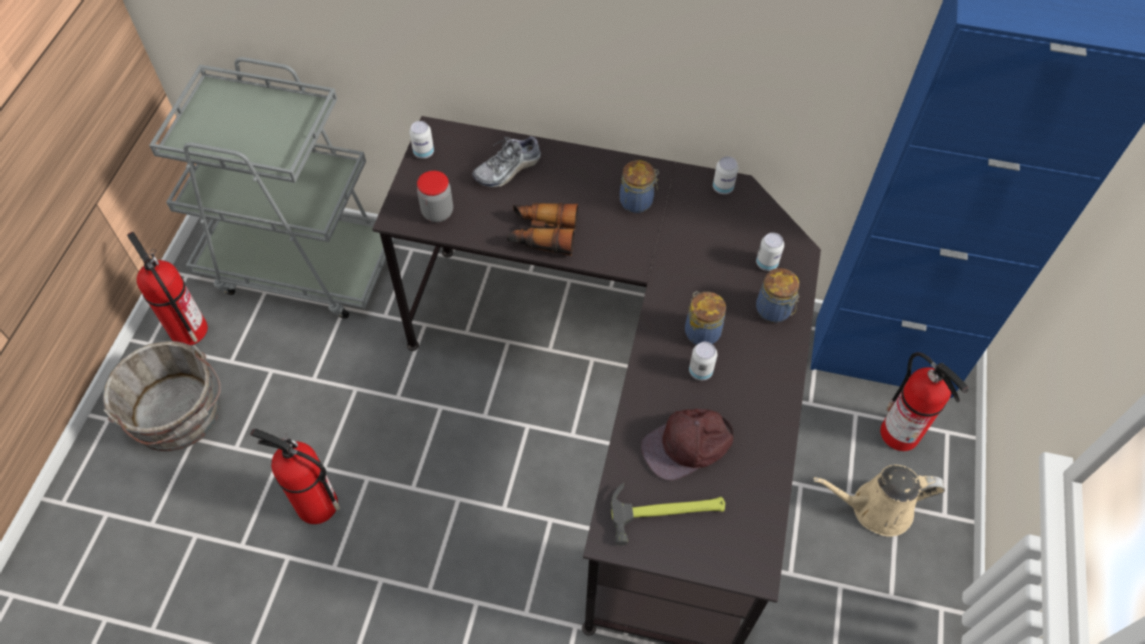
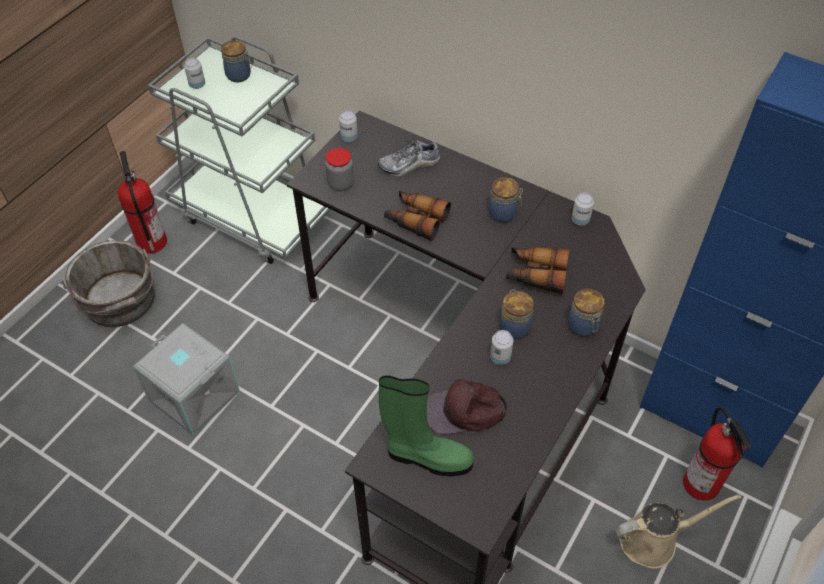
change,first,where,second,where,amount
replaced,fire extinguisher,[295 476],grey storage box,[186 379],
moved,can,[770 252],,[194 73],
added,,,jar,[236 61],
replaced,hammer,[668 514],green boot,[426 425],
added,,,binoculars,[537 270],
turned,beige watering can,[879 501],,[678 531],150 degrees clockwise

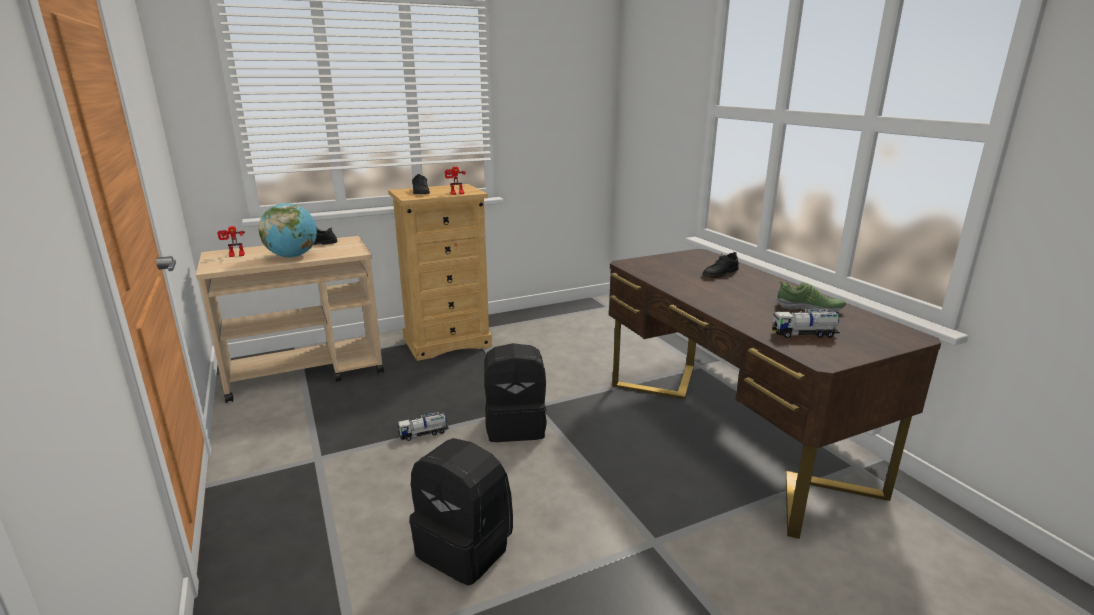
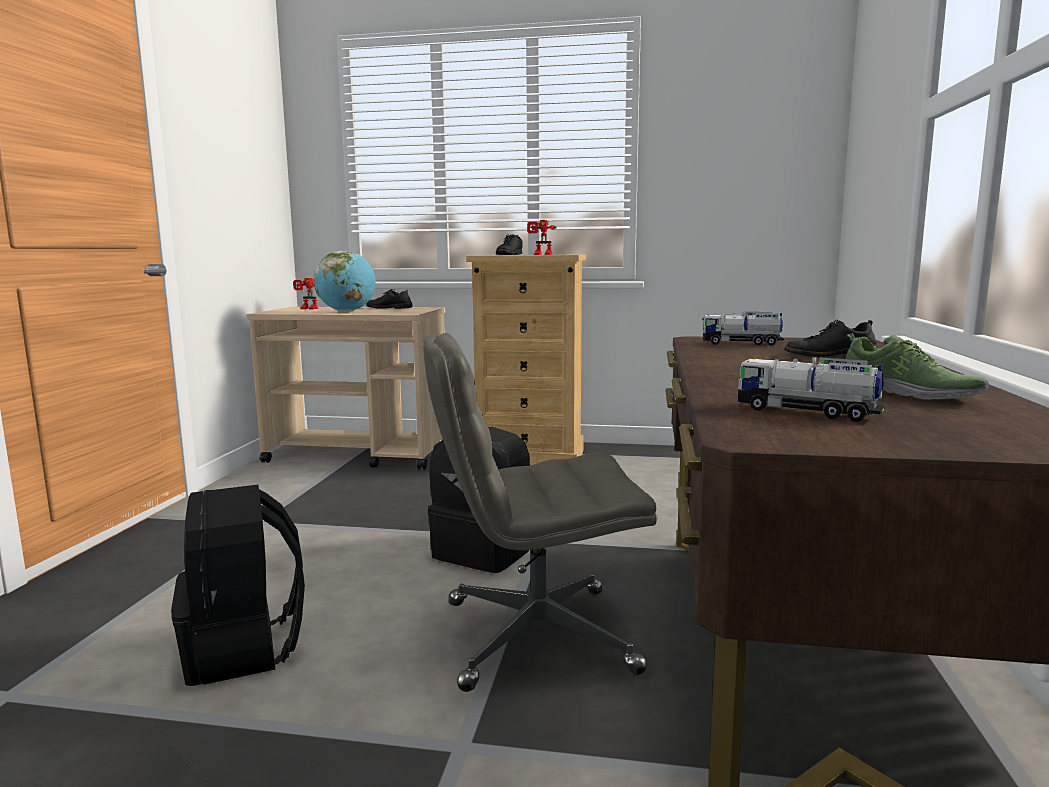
change,first,where,second,where,amount
added,,,grey office chair,[540 512],
moved,toy truck,[423 426],,[743 329],

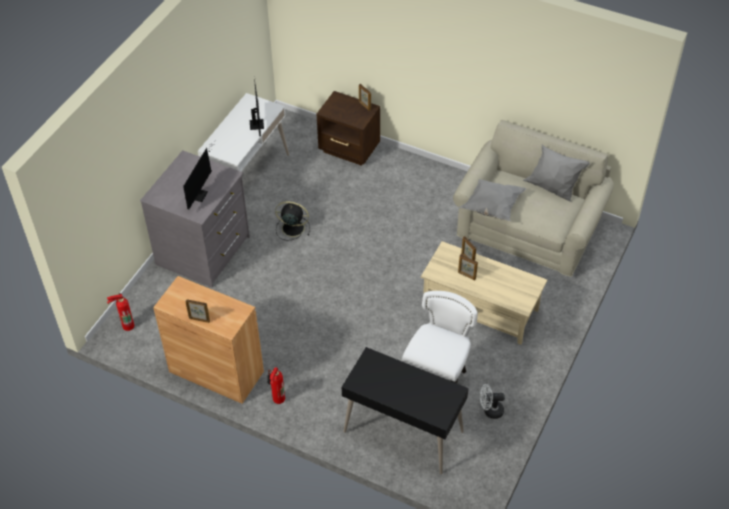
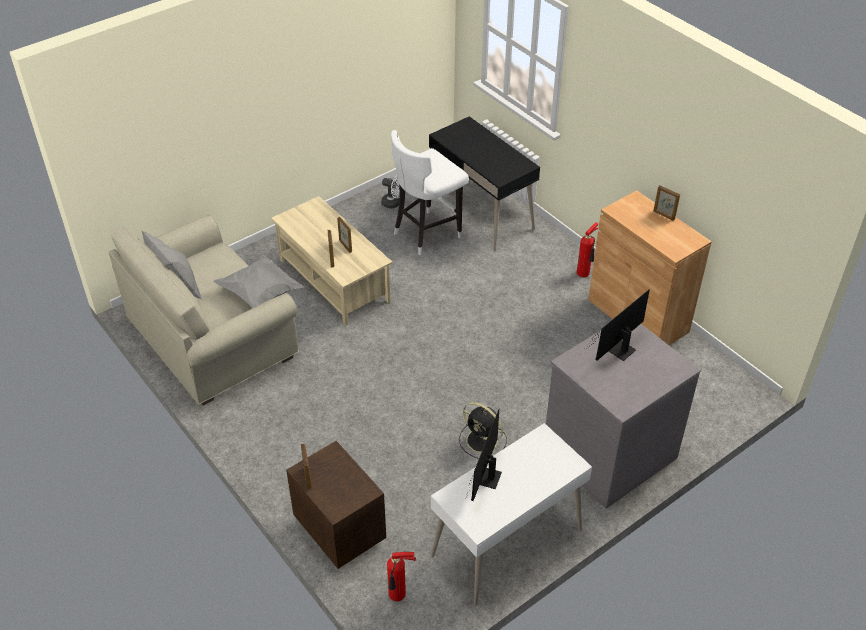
change,first,where,second,where,amount
moved,fire extinguisher,[120 312],,[401 576],

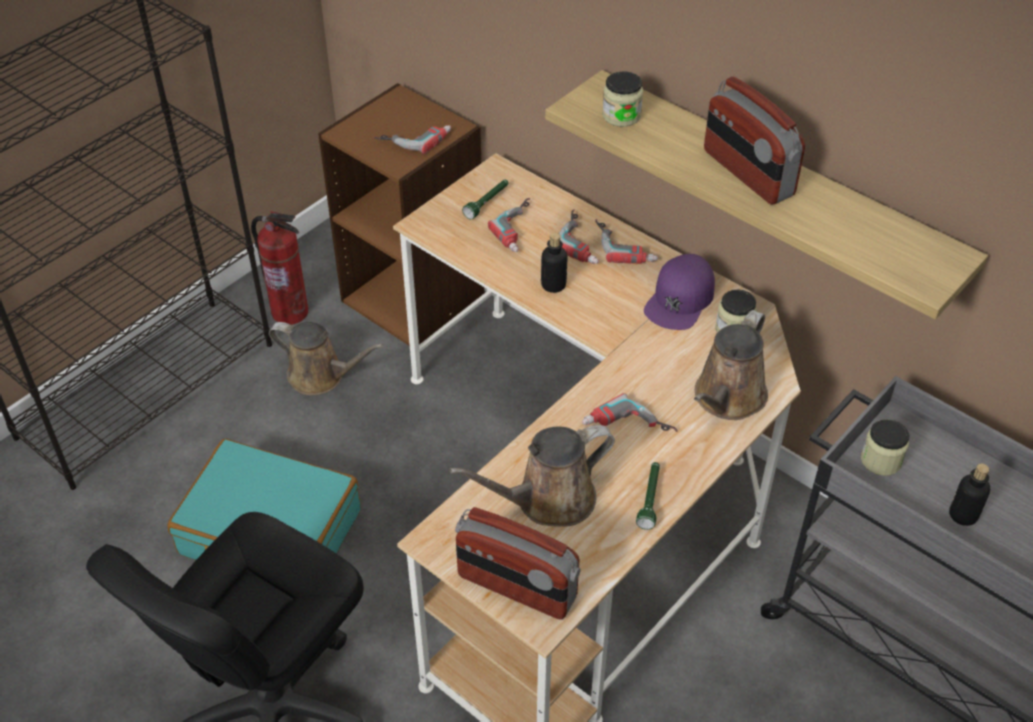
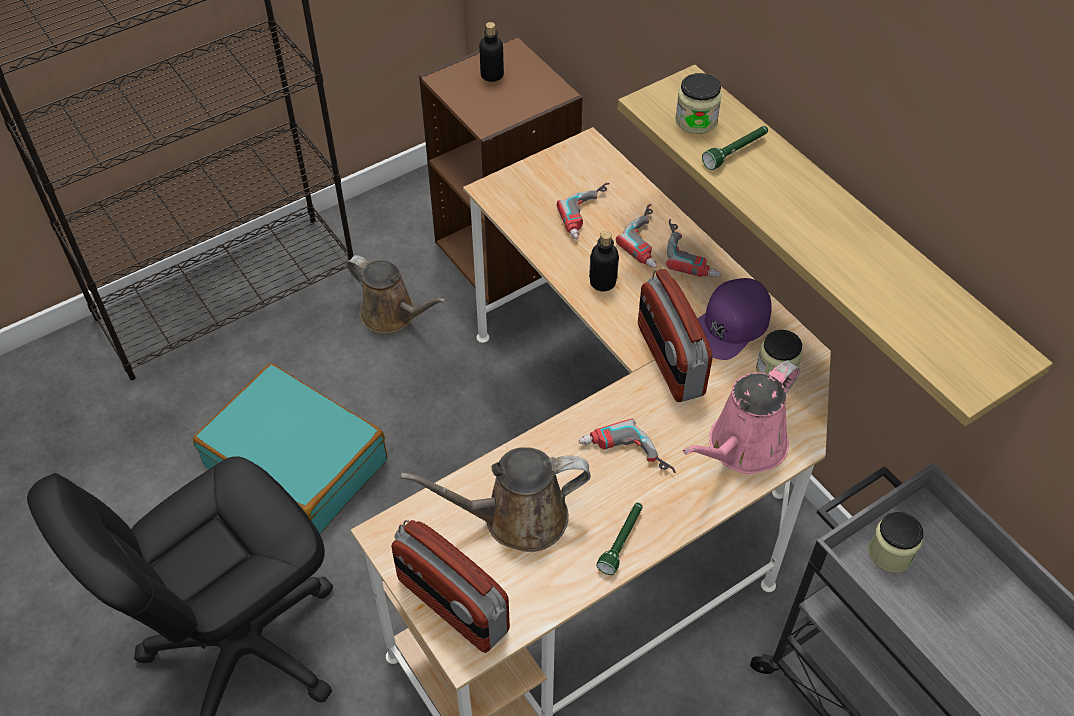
change,first,where,second,where,amount
moved,bottle,[969 495],,[491 52],
moved,radio,[754 141],,[675 335],
recoloured,brown watering can,[731 365],pink watering can,[741 417],
moved,green flashlight,[485 199],,[735 148],
removed,fire extinguisher,[279 268],,,
removed,power drill,[412 139],,,

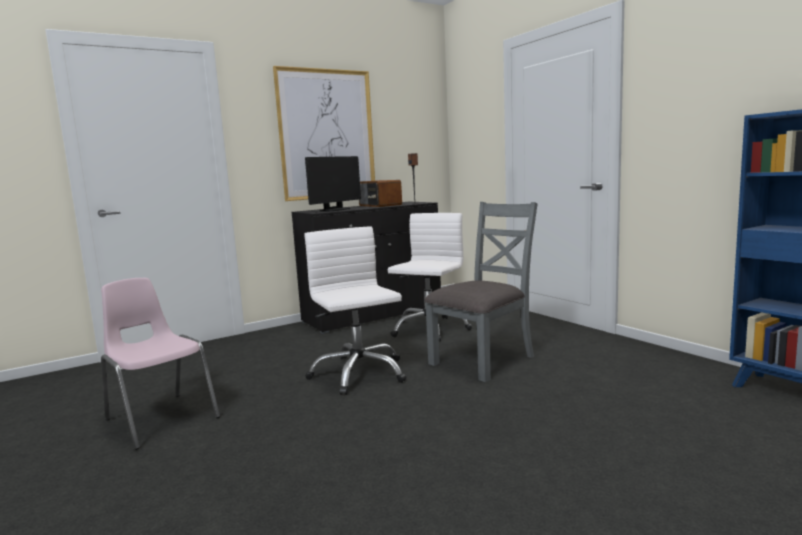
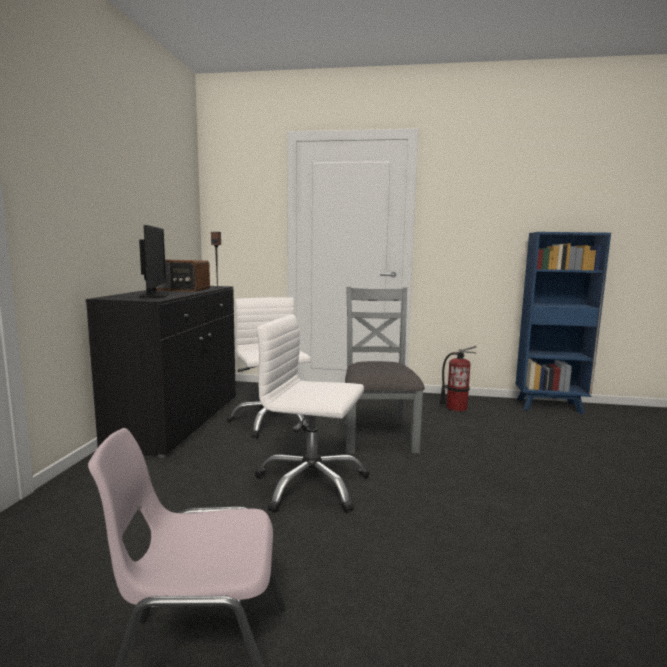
change,first,where,second,where,amount
added,,,fire extinguisher,[458 379],
removed,picture,[324 133],,,

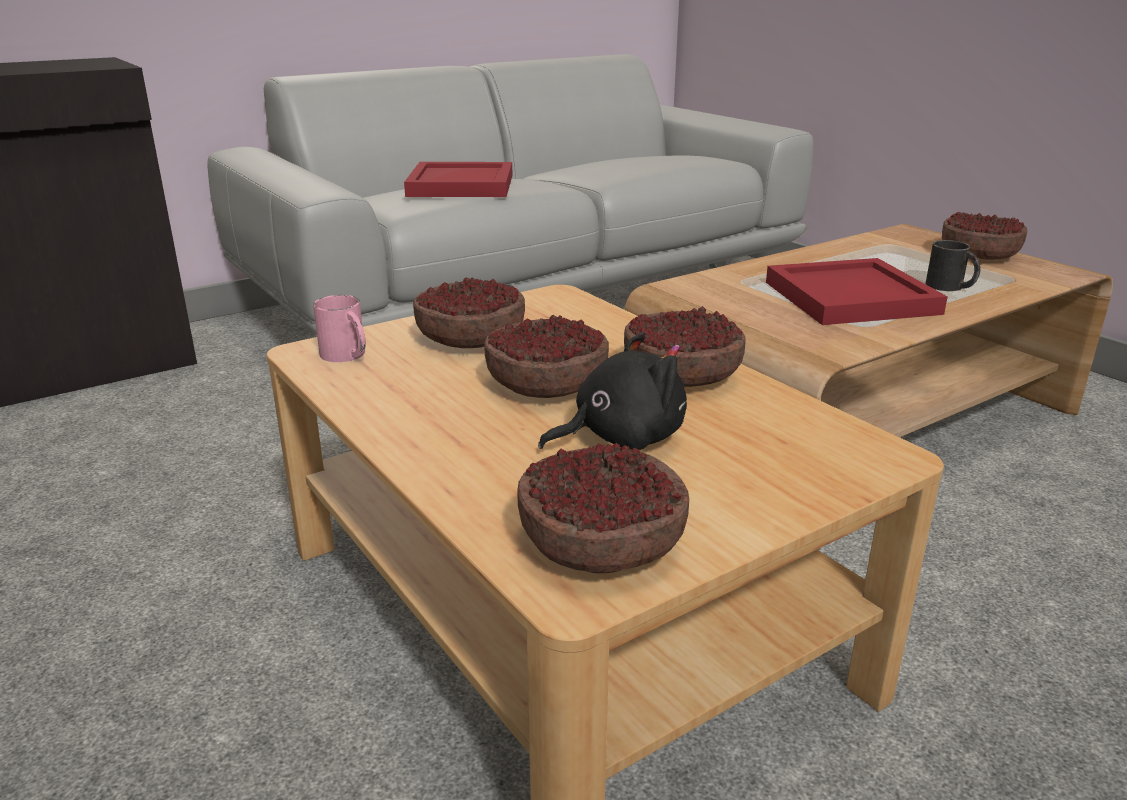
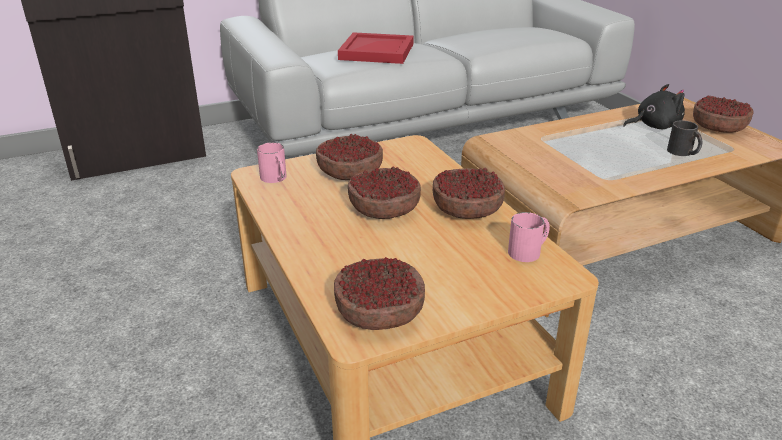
change,first,where,second,where,amount
added,,,pink mug,[529 237],
moved,black plush toy,[612 391],,[654 106],
removed,red tray,[857 291],,,

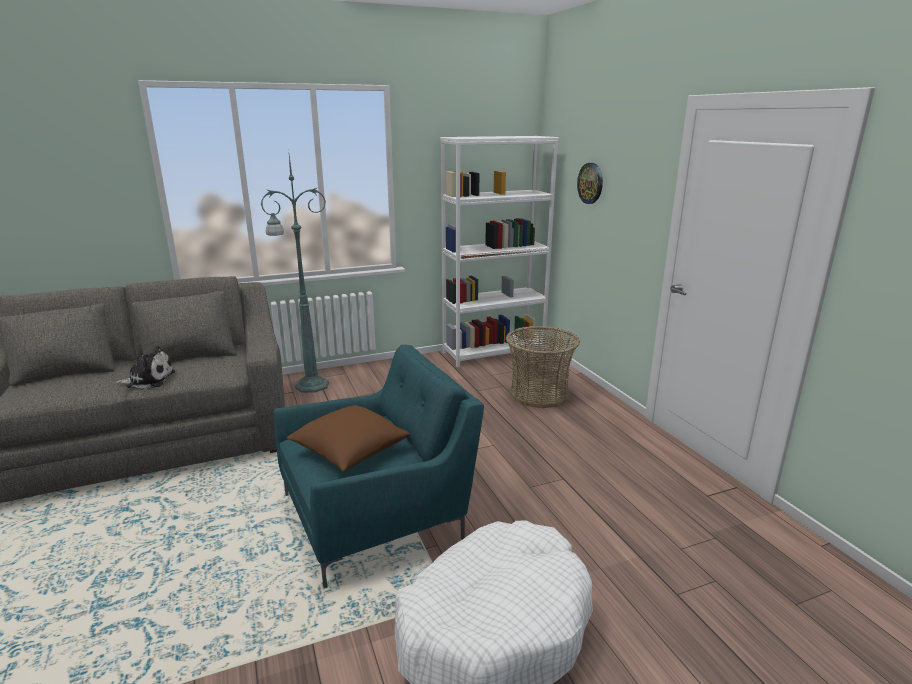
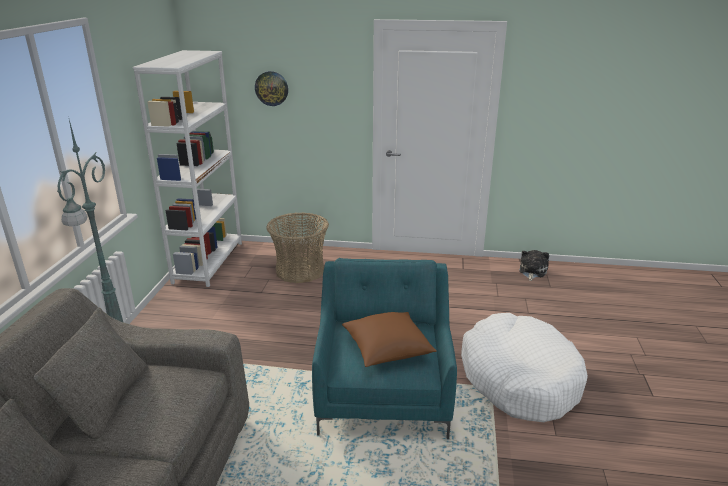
change,first,where,second,where,amount
moved,plush toy,[145 367],,[534 265],

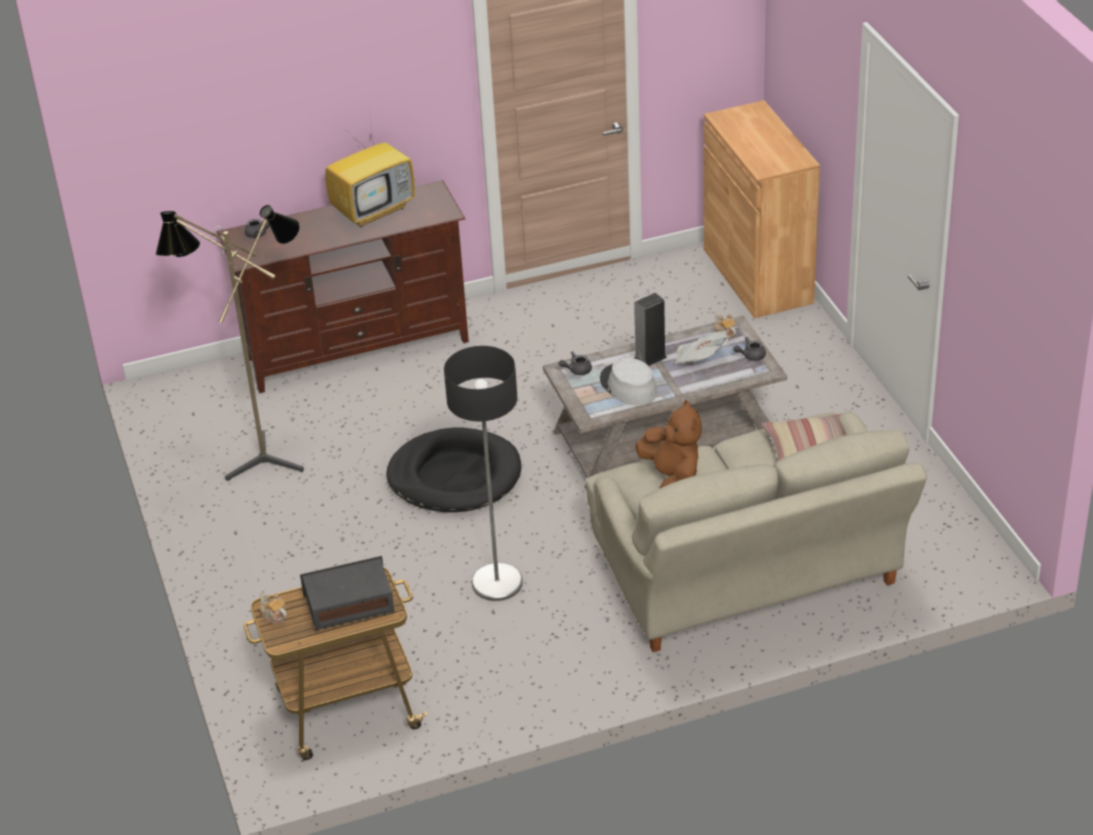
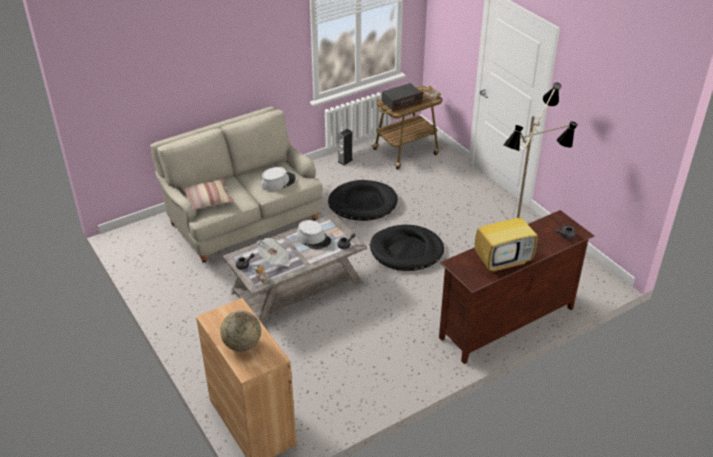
change,first,where,second,where,amount
added,,,globe,[240 331],
replaced,brown plush toy,[669 444],grey hat,[278 179],
replaced,floor lamp,[483 473],black dog bed,[363 200],
moved,speaker,[650 329],,[345 147],
turned,television,[370 171],,[506 234],150 degrees counterclockwise

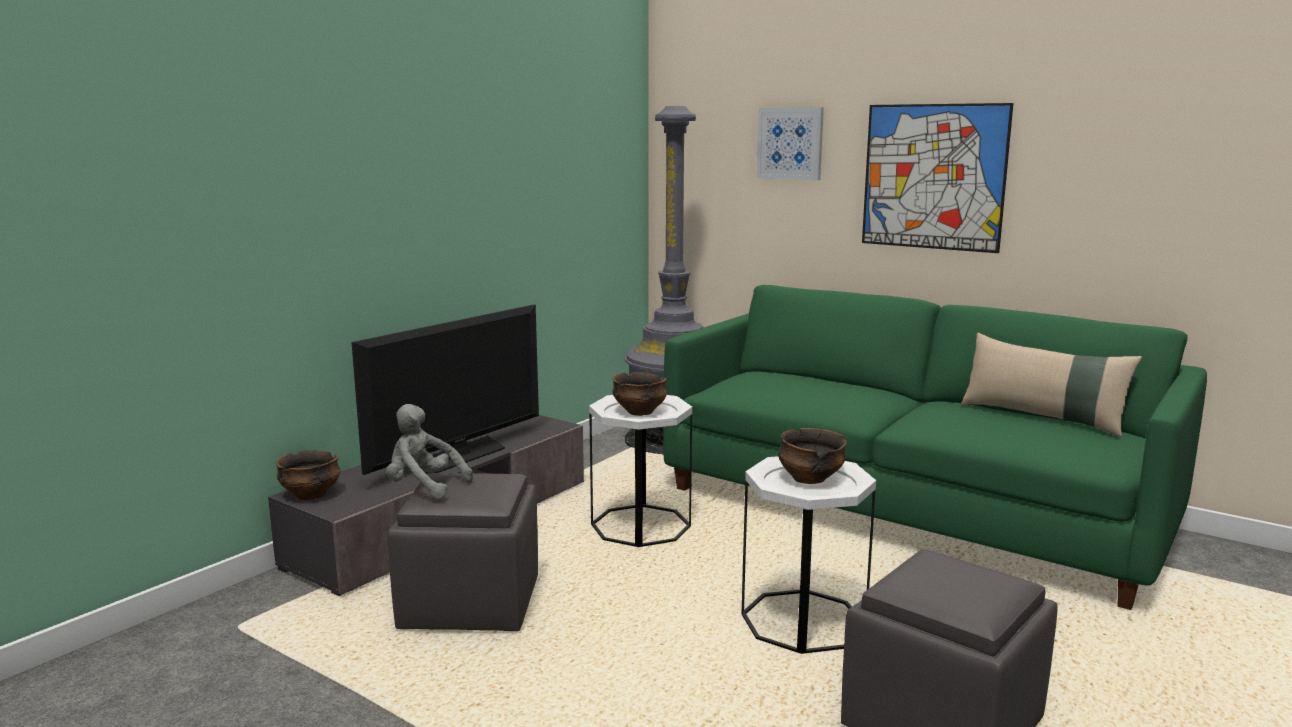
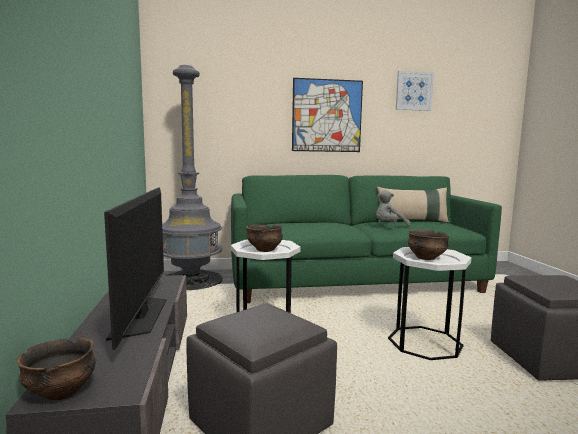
change,first,where,second,where,amount
moved,grey plush toy,[429 451],,[393 208],
moved,picture,[790 143],,[415 91],

